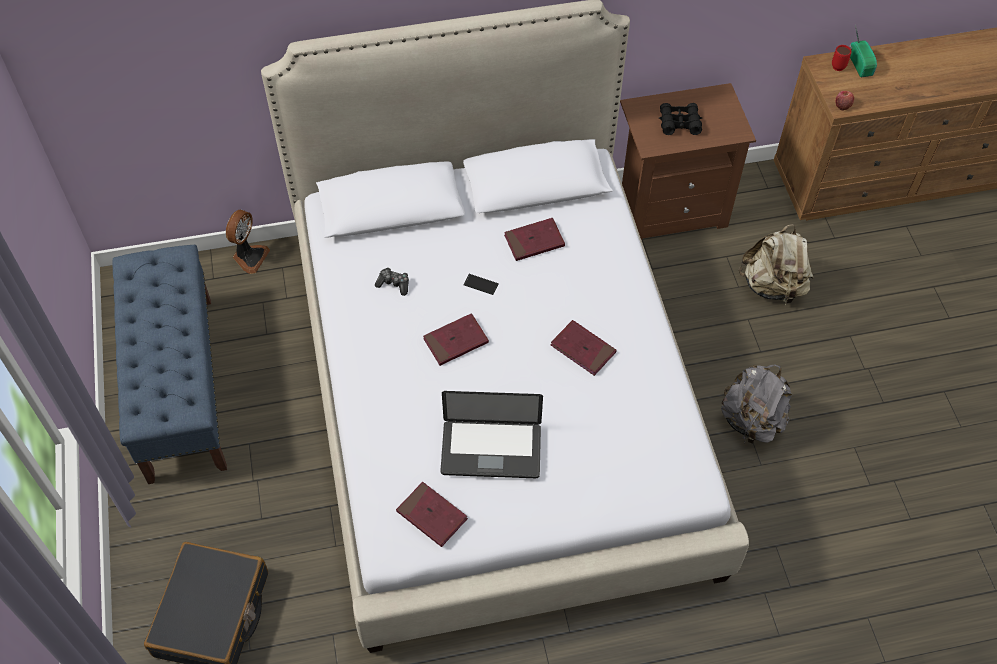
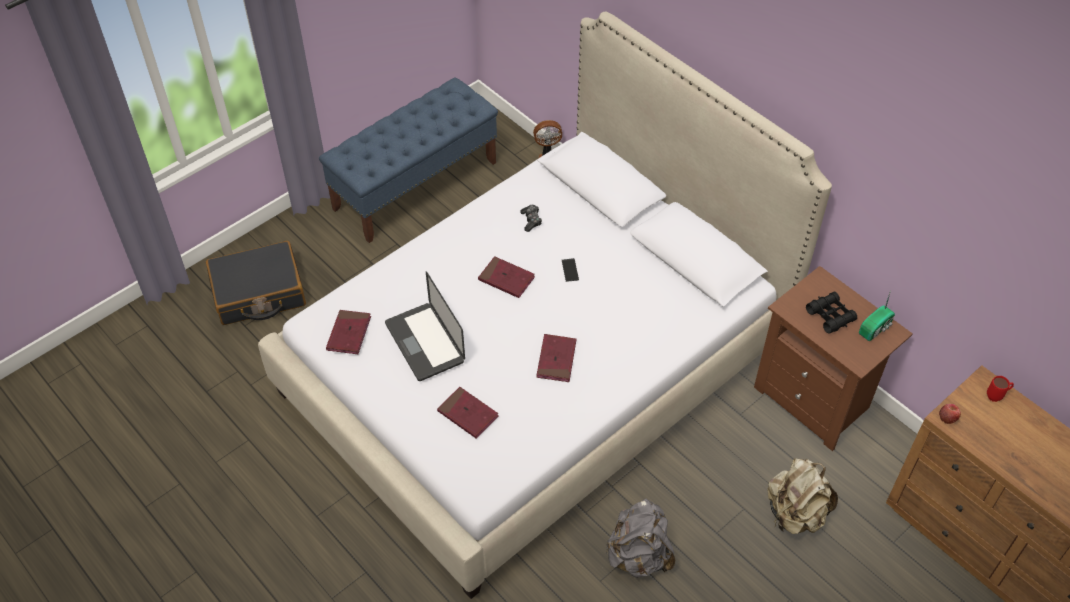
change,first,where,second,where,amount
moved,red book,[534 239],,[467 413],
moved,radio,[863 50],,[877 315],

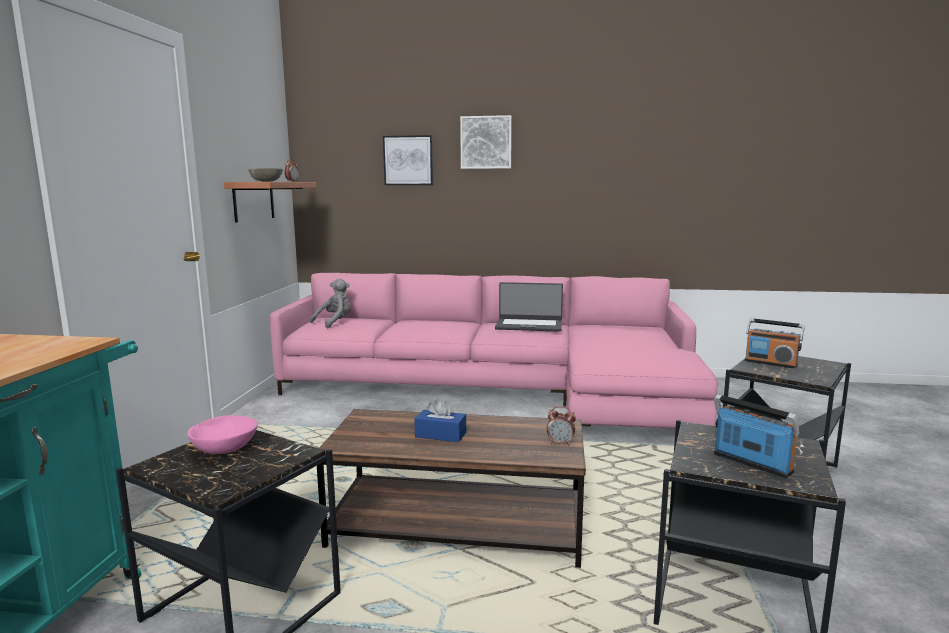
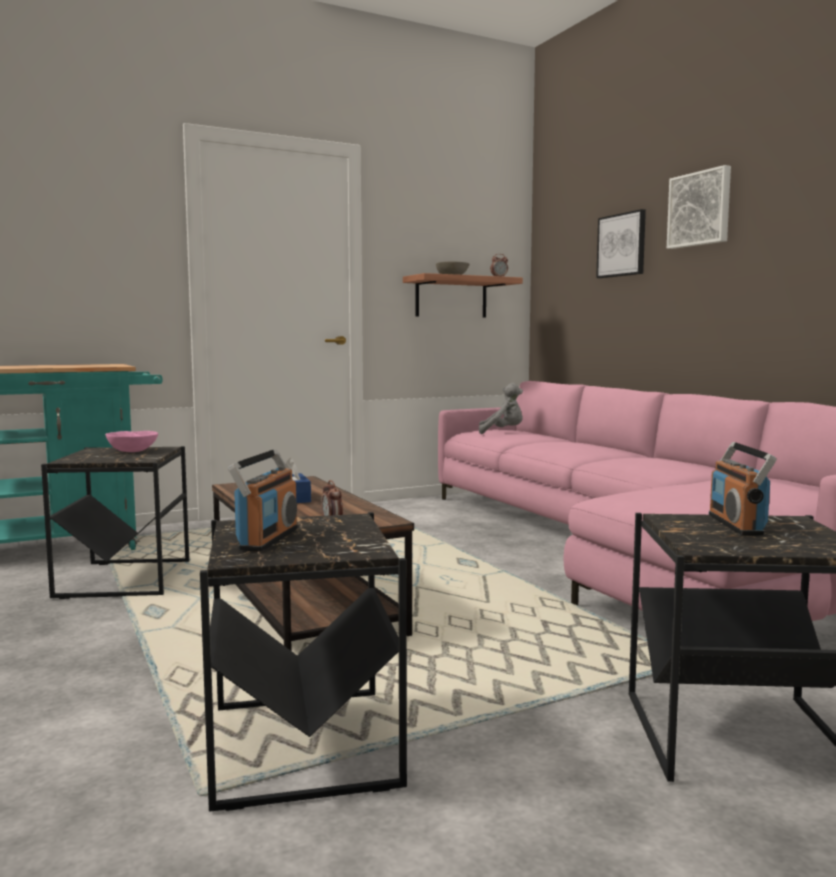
change,first,where,second,where,amount
removed,laptop,[529 307],,,

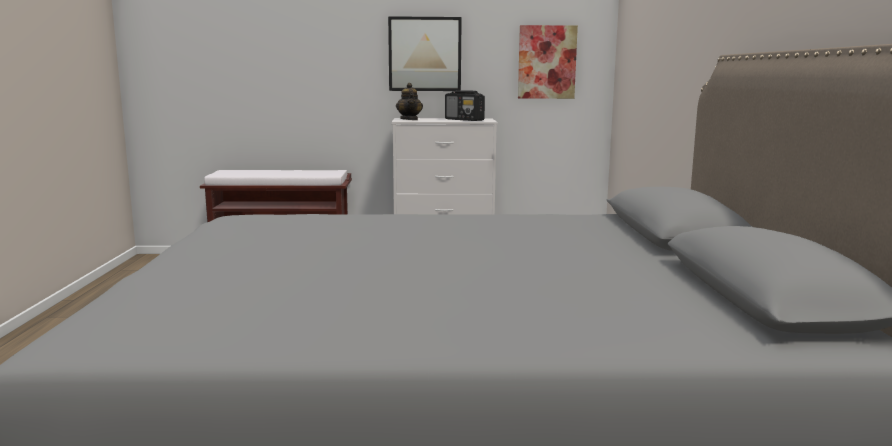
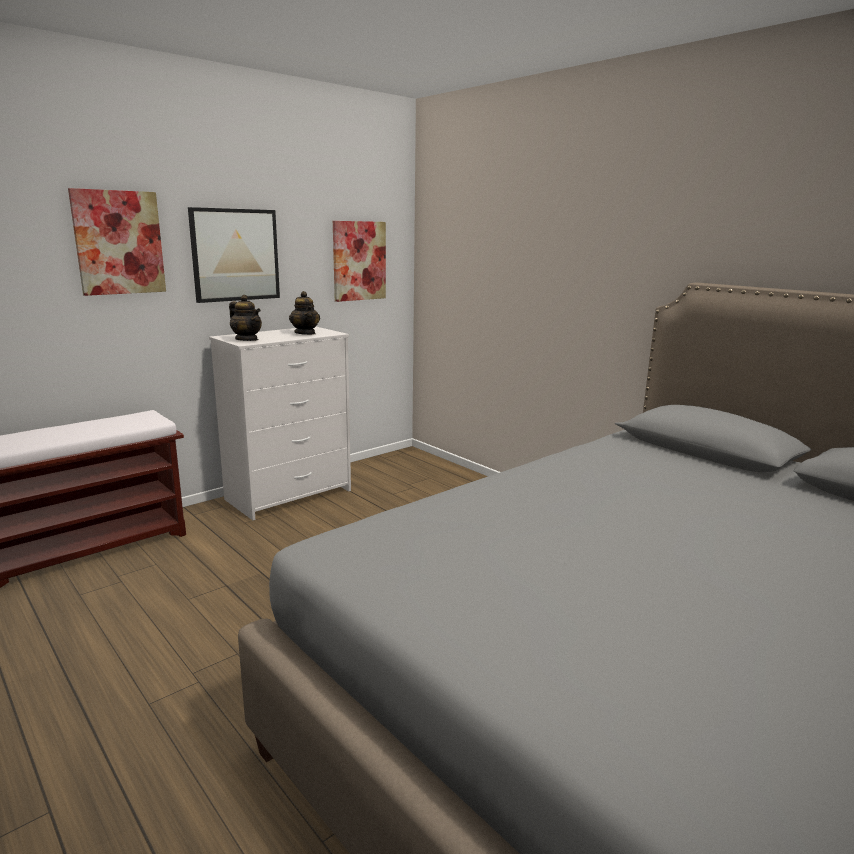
change,first,where,second,where,amount
added,,,picture,[117 242],
replaced,radio,[465 105],teapot,[304 313],

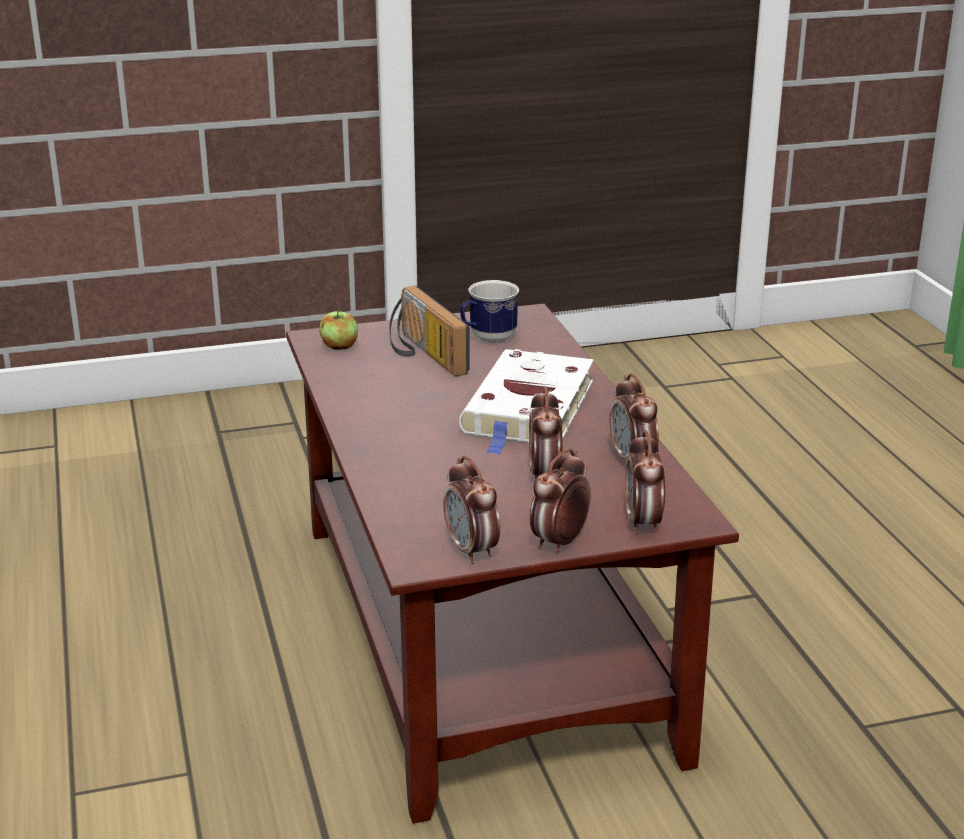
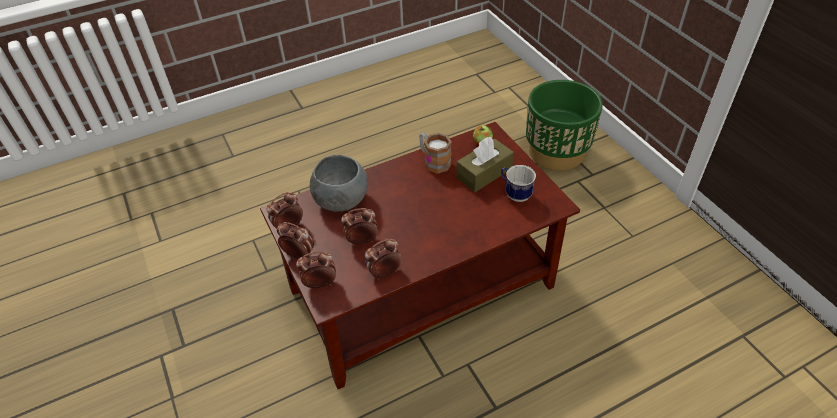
change,first,where,second,where,amount
added,,,grey bowl,[339 183],
added,,,mug,[435 153],
replaced,radio,[429 331],brown tissue box,[485 164],
added,,,green planter,[564 125],
removed,white book,[526 402],,,

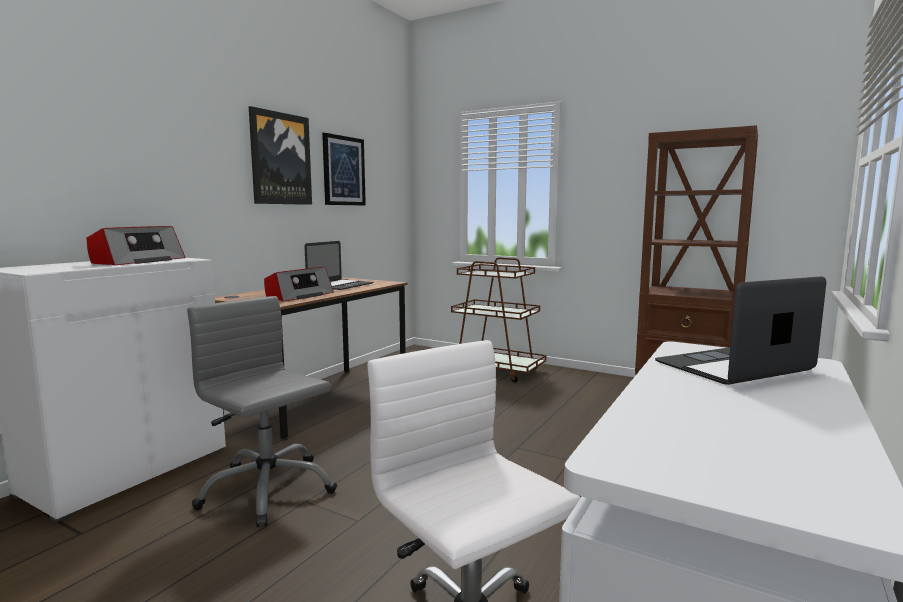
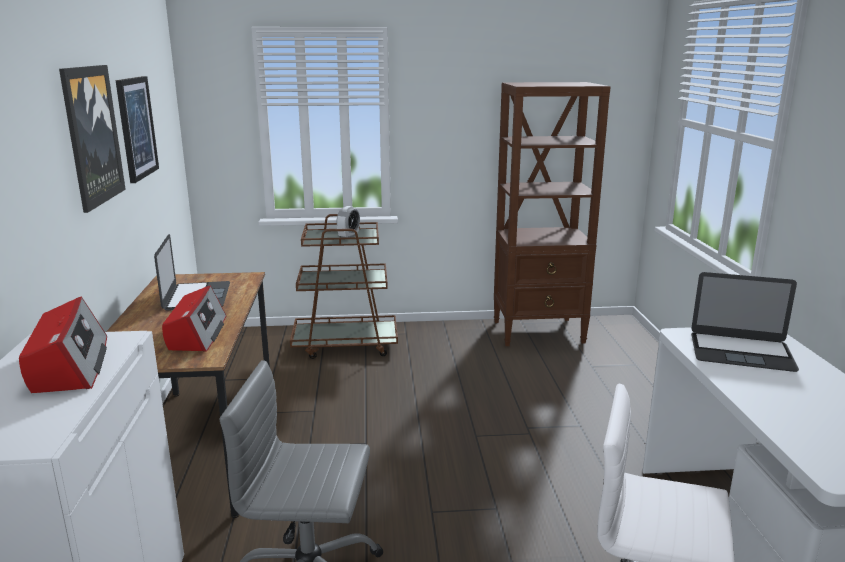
change,first,where,second,where,amount
added,,,alarm clock,[348 222],
turned,laptop,[740 330],,[745 322],105 degrees counterclockwise

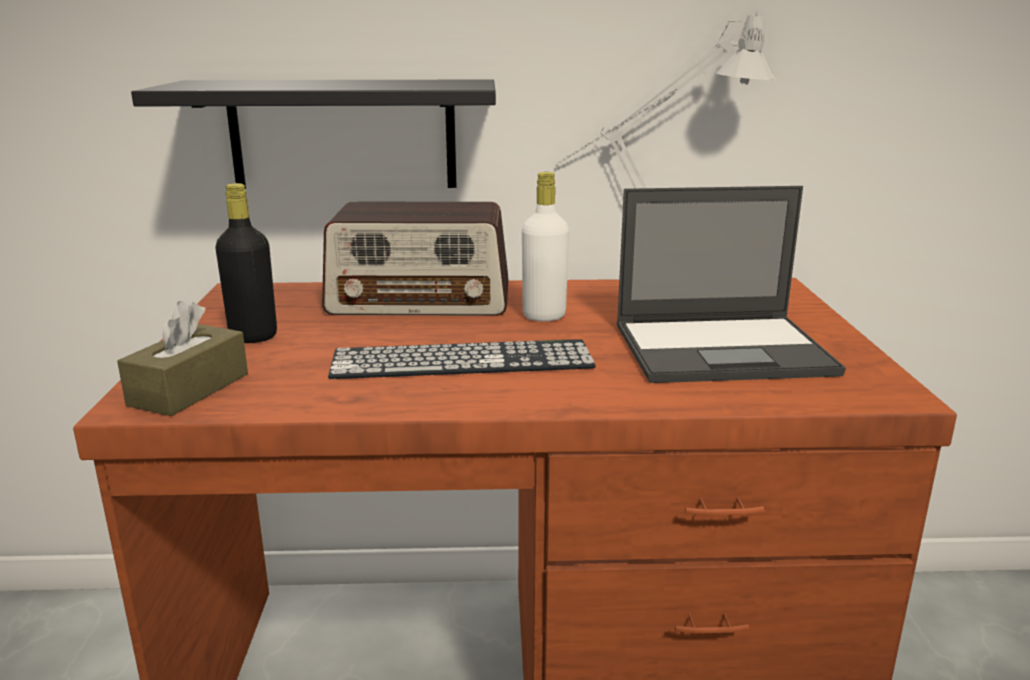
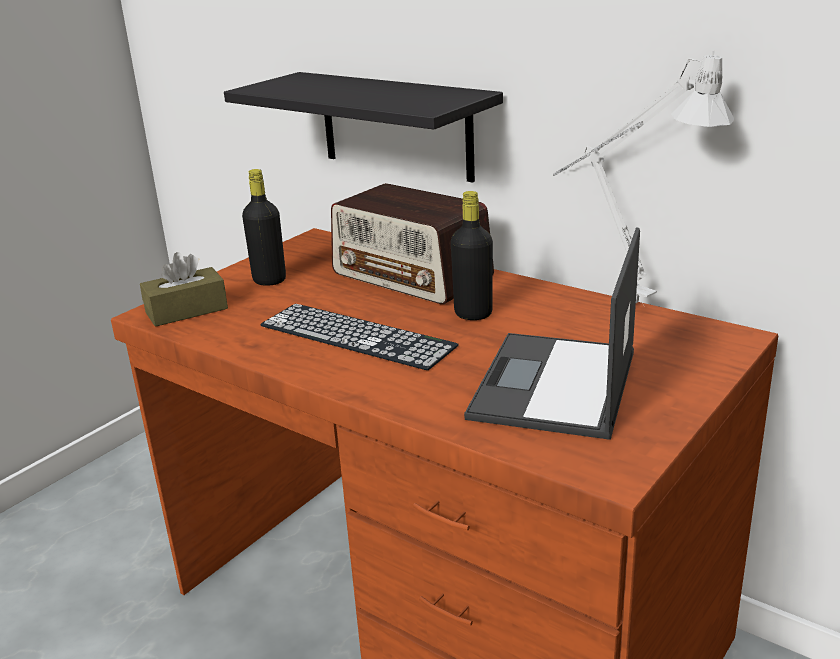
change,first,where,second,where,amount
recoloured,white bottle,[545 246],black bottle,[472 255],
turned,laptop,[731 284],,[552 333],75 degrees clockwise

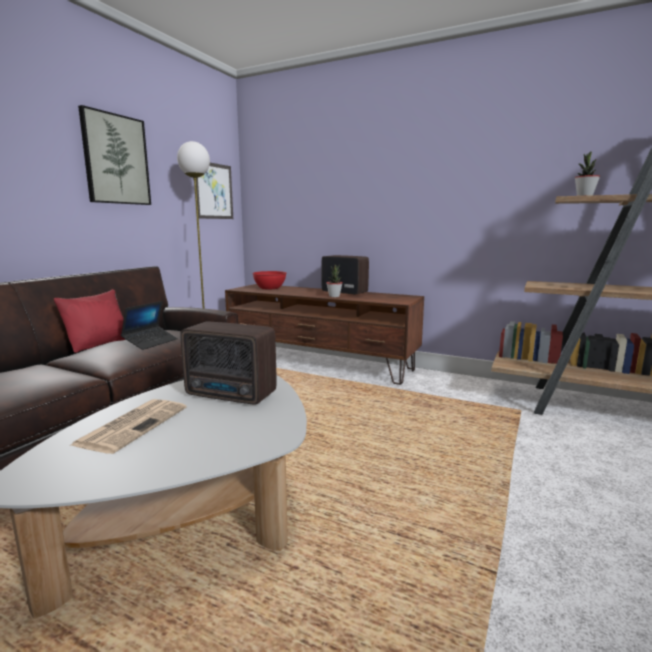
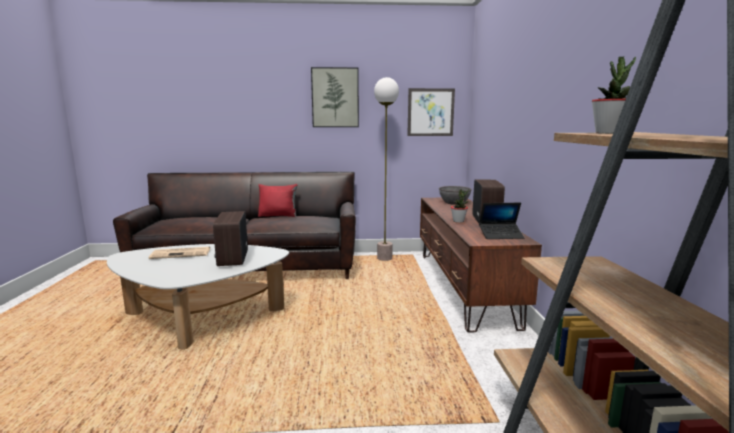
change,first,where,second,where,amount
recoloured,red bowl,[269 280],grey bowl,[455 195],
moved,laptop,[149 325],,[502 221],

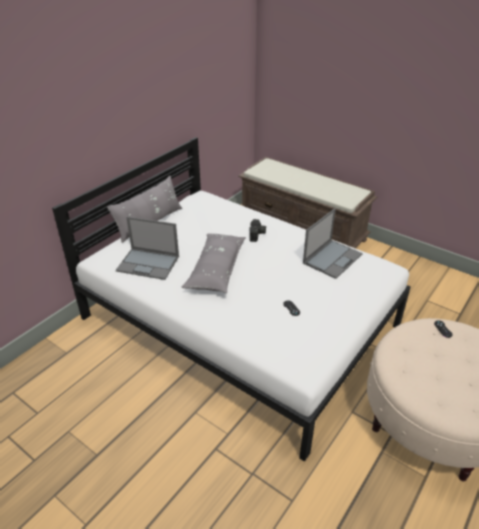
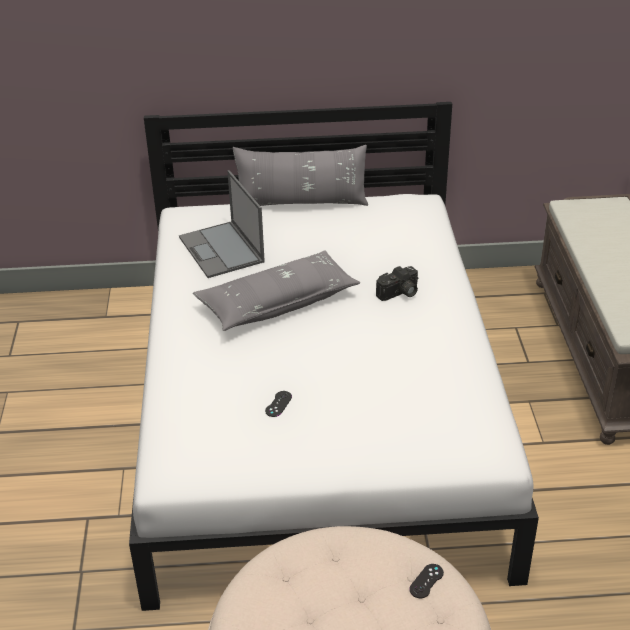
change,first,where,second,where,amount
removed,laptop,[333 243],,,

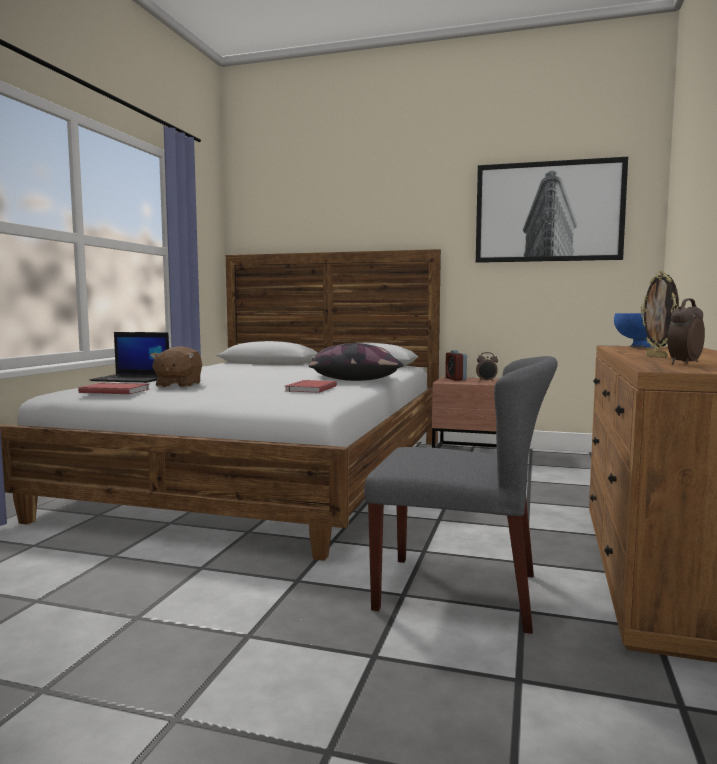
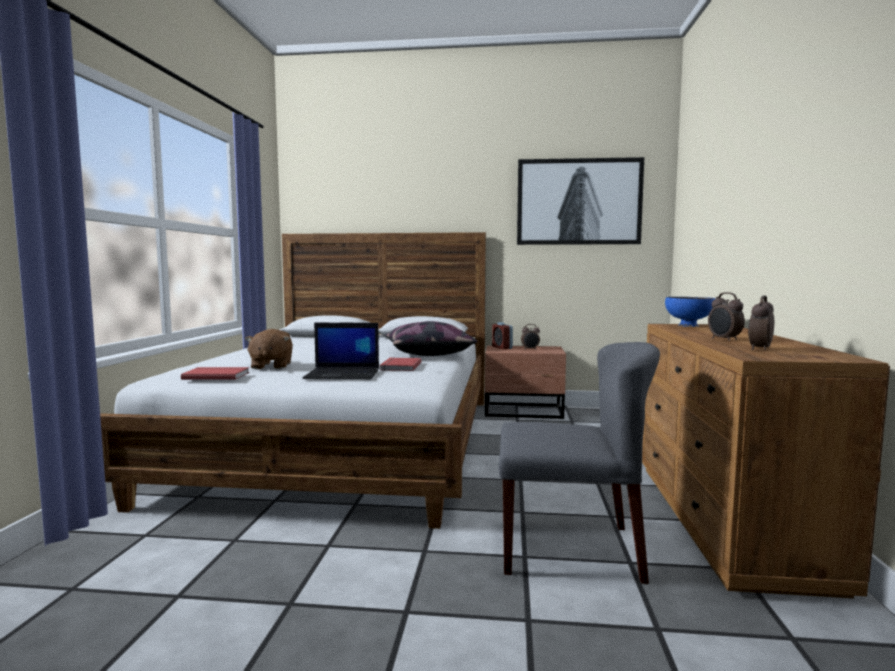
change,first,where,second,where,amount
moved,laptop,[129 357],,[340 351],
replaced,picture frame,[660 314],alarm clock,[726 316],

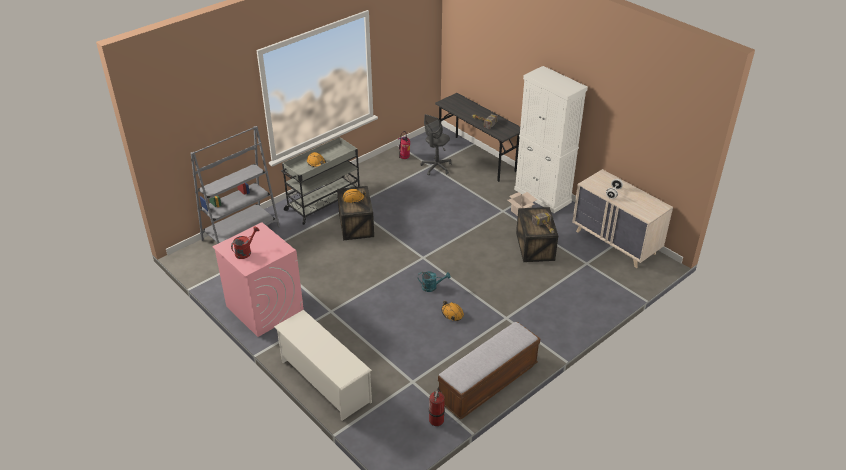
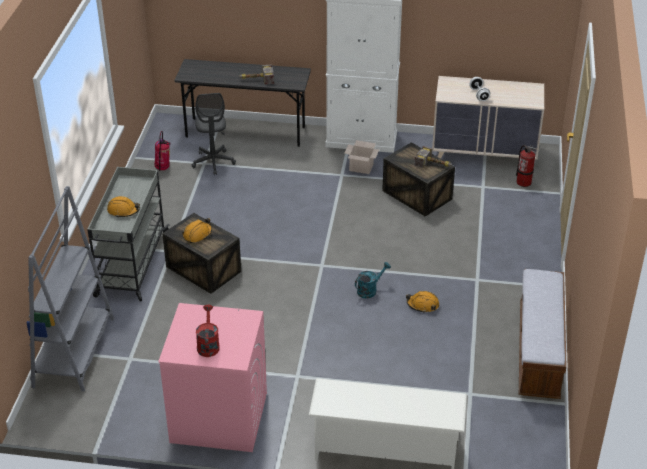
change,first,where,second,where,amount
moved,fire extinguisher,[437 407],,[526 166],

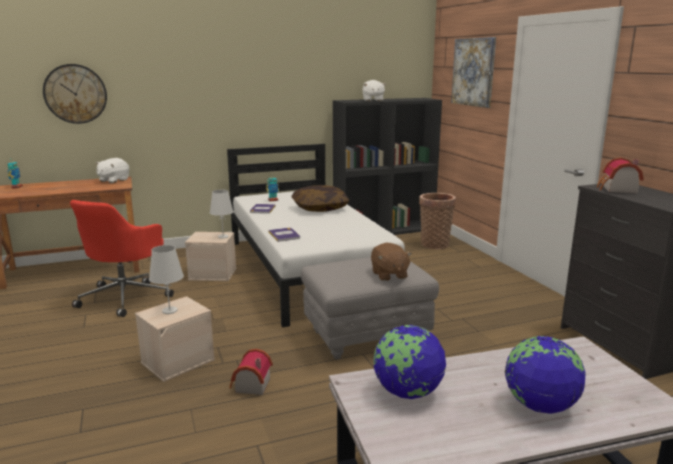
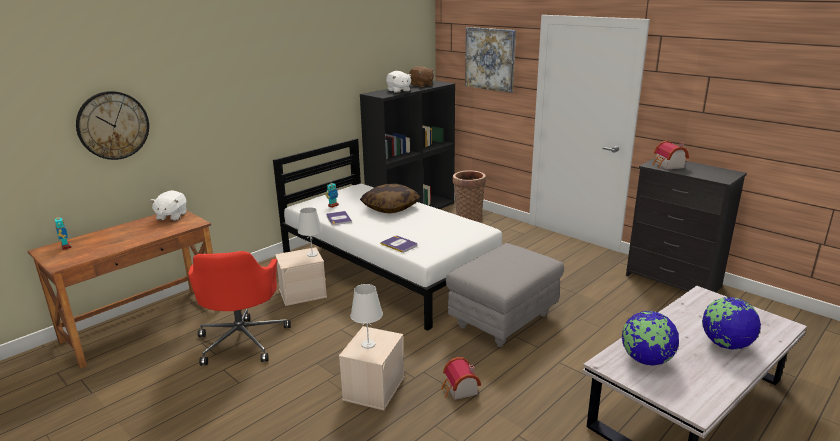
change,first,where,second,where,amount
moved,brown plush toy,[391 262],,[421 76],

